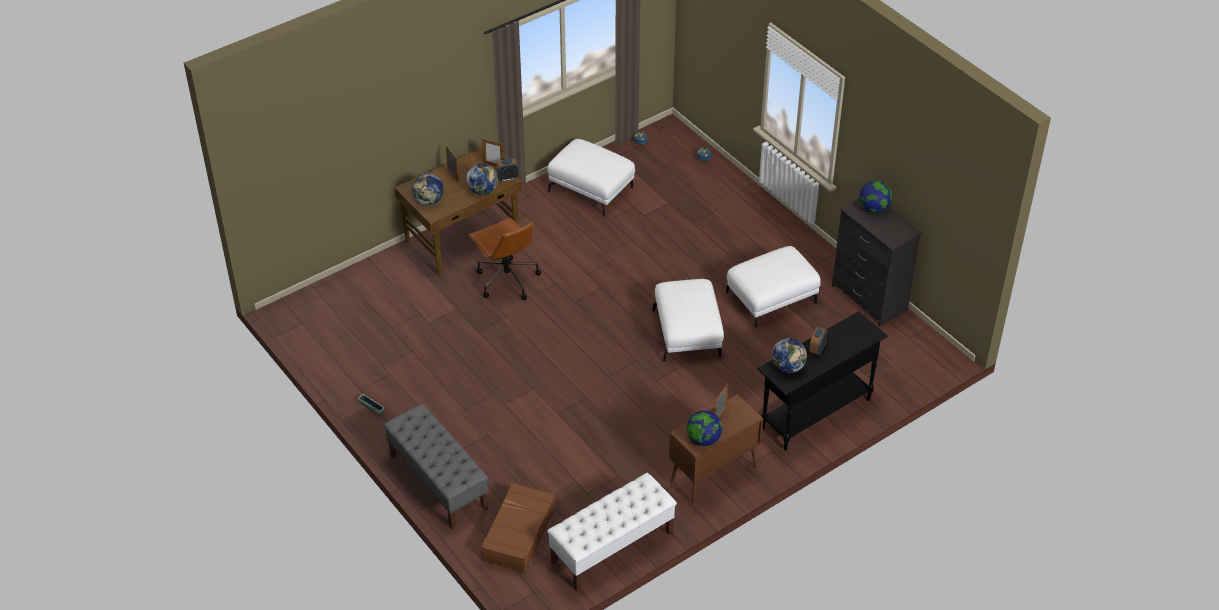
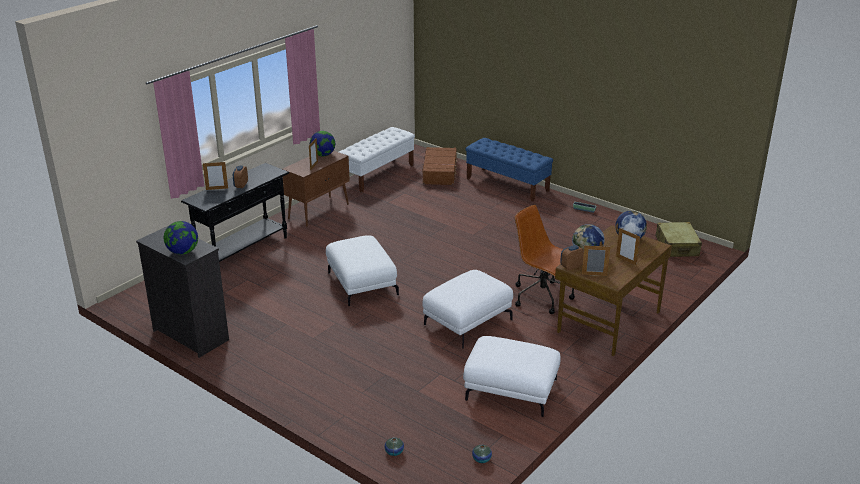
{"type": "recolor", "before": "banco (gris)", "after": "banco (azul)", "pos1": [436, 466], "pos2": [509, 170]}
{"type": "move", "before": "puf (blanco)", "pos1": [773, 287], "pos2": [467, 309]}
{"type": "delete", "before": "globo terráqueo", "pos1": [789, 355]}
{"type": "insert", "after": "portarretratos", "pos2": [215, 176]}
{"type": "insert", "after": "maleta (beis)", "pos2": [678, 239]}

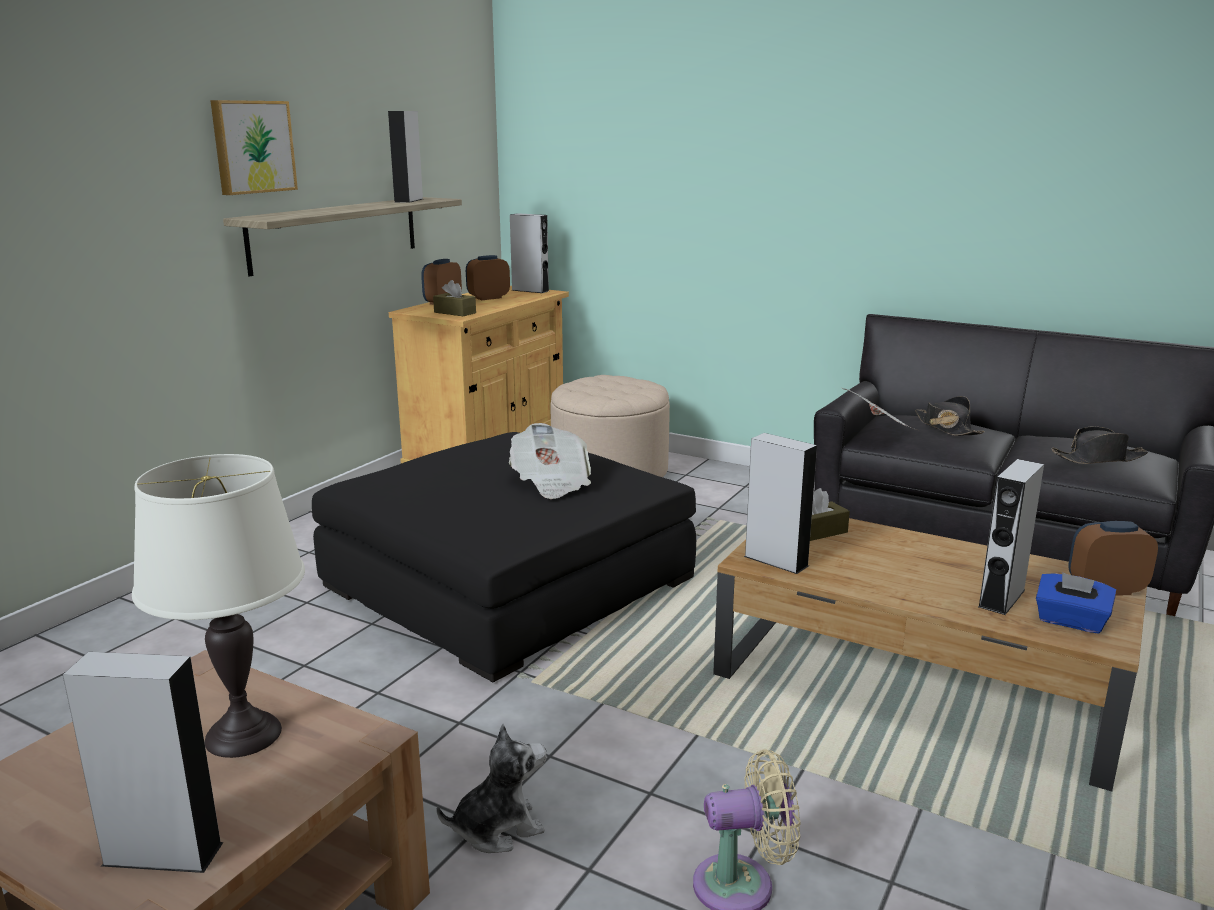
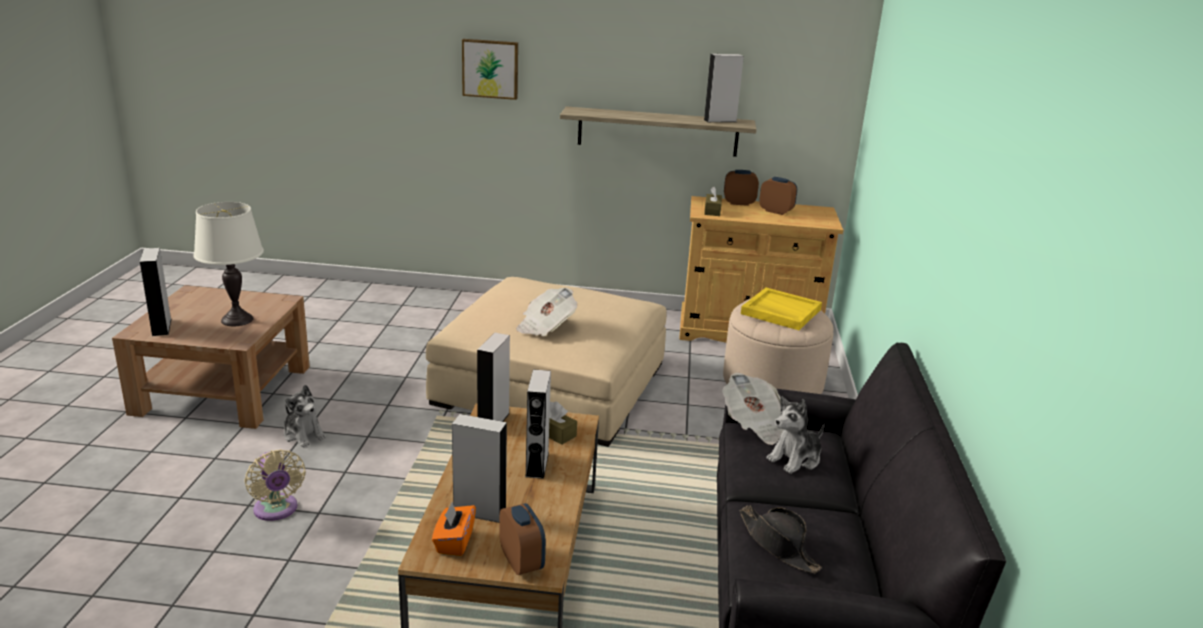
{"type": "move", "before": "cuadro", "pos1": [254, 147], "pos2": [490, 69]}
{"type": "recolor", "before": "puf (negro)", "after": "puf (beis)", "pos1": [504, 557], "pos2": [546, 362]}
{"type": "move", "before": "altavoz (gris)", "pos1": [529, 253], "pos2": [538, 424]}
{"type": "replace", "before": "sombrero (negro)", "after": "peluche", "pos1": [949, 416], "pos2": [796, 435]}
{"type": "recolor", "before": "caja de pañuelos (azul)", "after": "caja de pañuelos (naranja)", "pos1": [1076, 603], "pos2": [454, 529]}
{"type": "insert", "after": "bandeja (amarillo)", "pos2": [781, 309]}

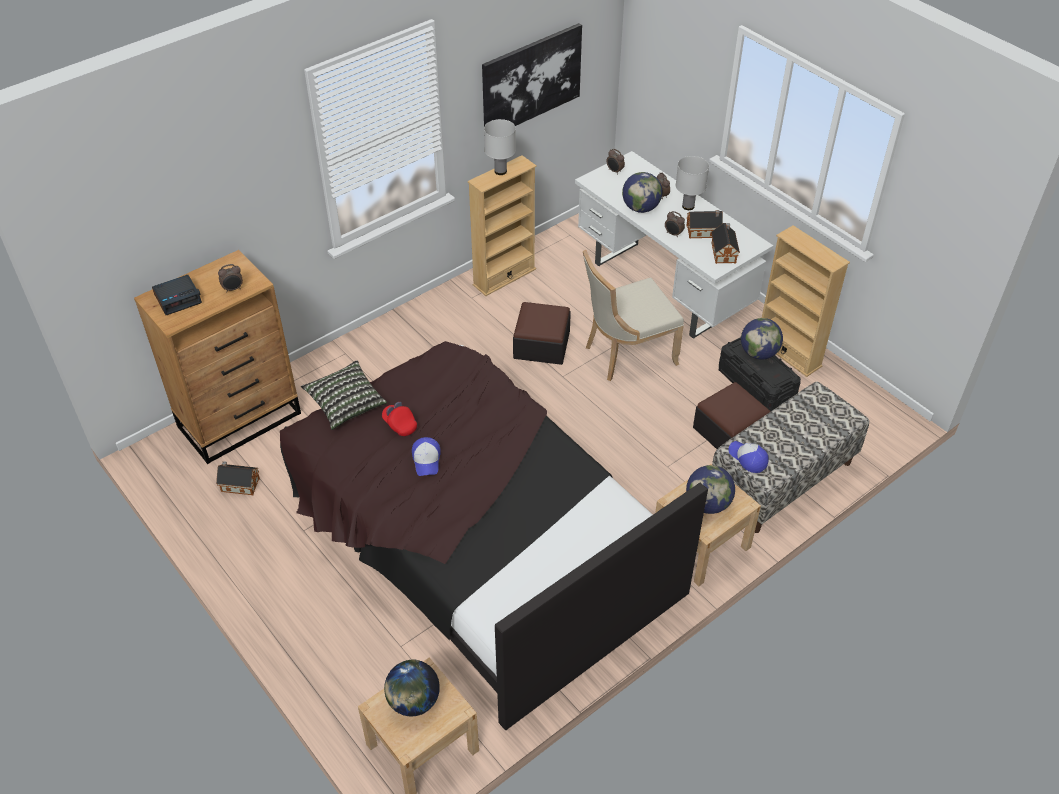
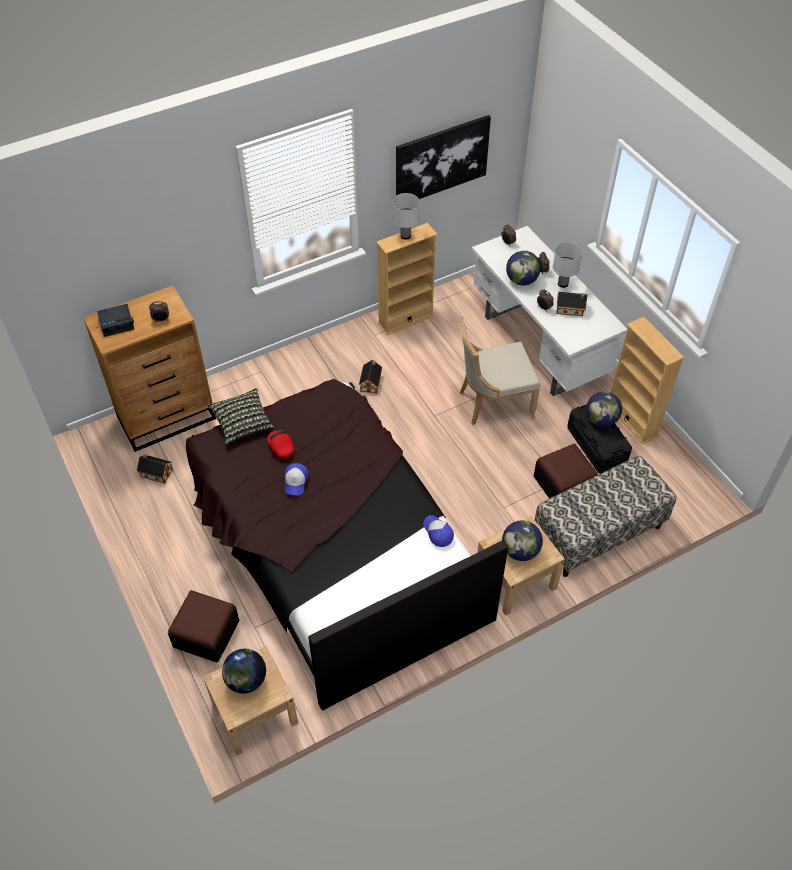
{"type": "move", "before": "puf", "pos1": [542, 333], "pos2": [203, 626]}
{"type": "move", "before": "casita", "pos1": [725, 243], "pos2": [370, 377]}
{"type": "move", "before": "gorra", "pos1": [748, 457], "pos2": [438, 531]}

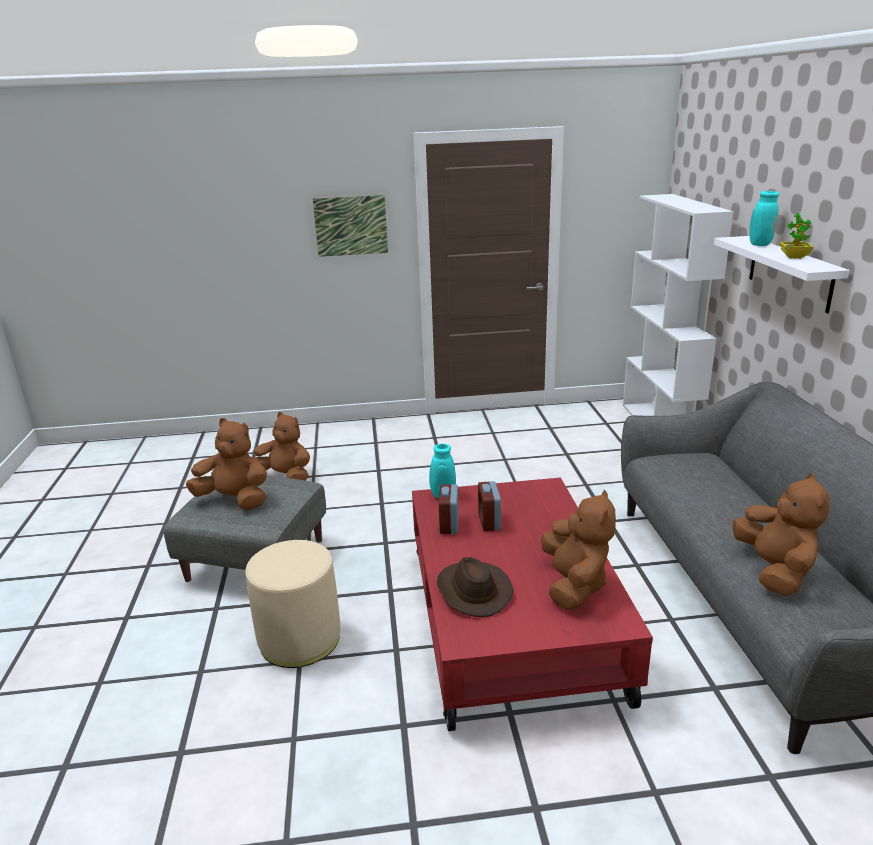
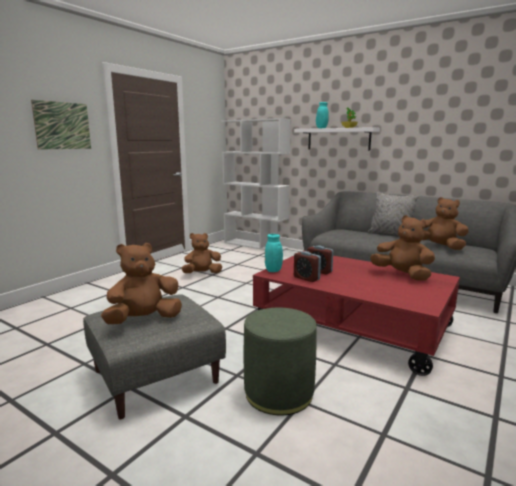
{"type": "recolor", "before": "puf (beis)", "after": "puf (verde)", "pos1": [293, 604], "pos2": [280, 362]}
{"type": "move", "before": "peluche (marrón)", "pos1": [282, 446], "pos2": [201, 253]}
{"type": "delete", "before": "sombrero (marrón)", "pos1": [475, 587]}
{"type": "insert", "after": "cojín (gris)", "pos2": [393, 213]}

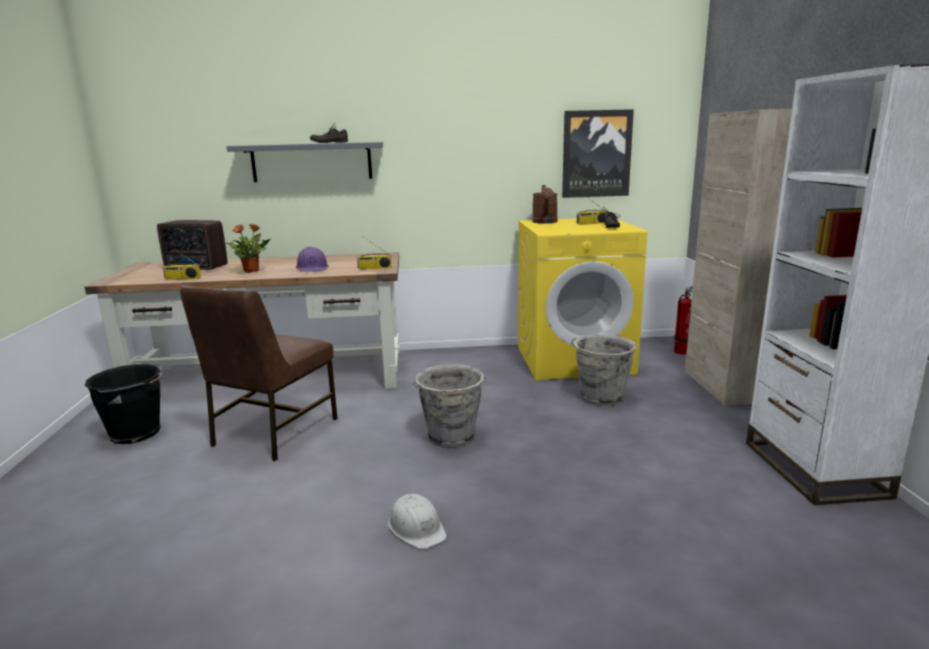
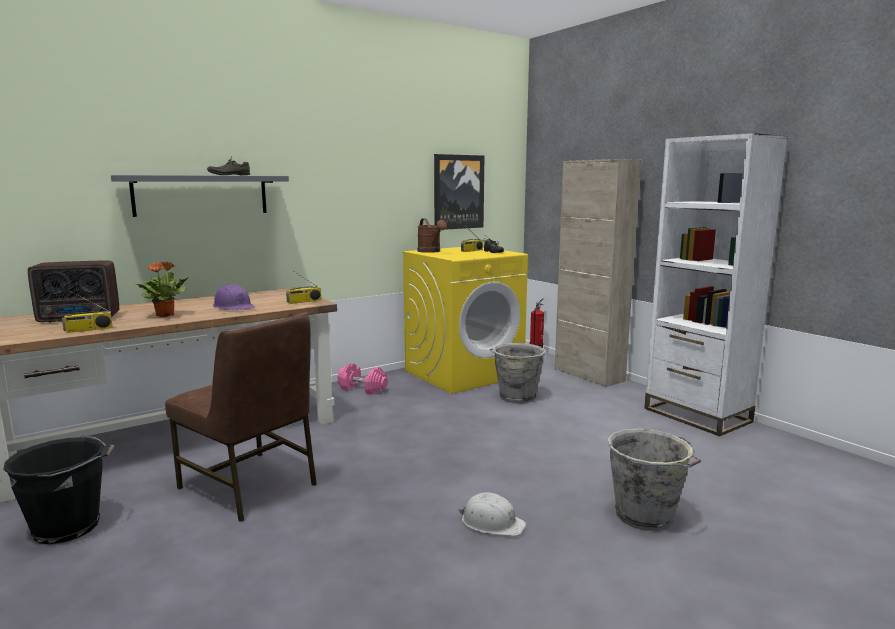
{"type": "rotate", "before": "silla (marrón)", "pos1": [259, 373], "pos2": [241, 417], "turn": -45}
{"type": "move", "before": "cubo (gris)", "pos1": [450, 406], "pos2": [654, 479]}
{"type": "insert", "after": "mancuerna (rosa)", "pos2": [363, 379]}

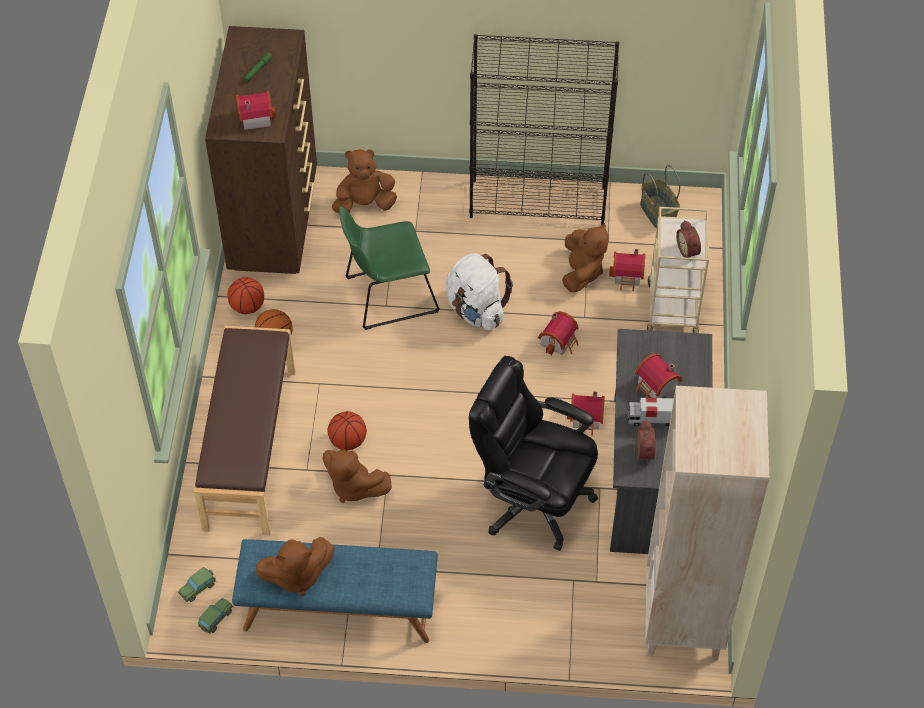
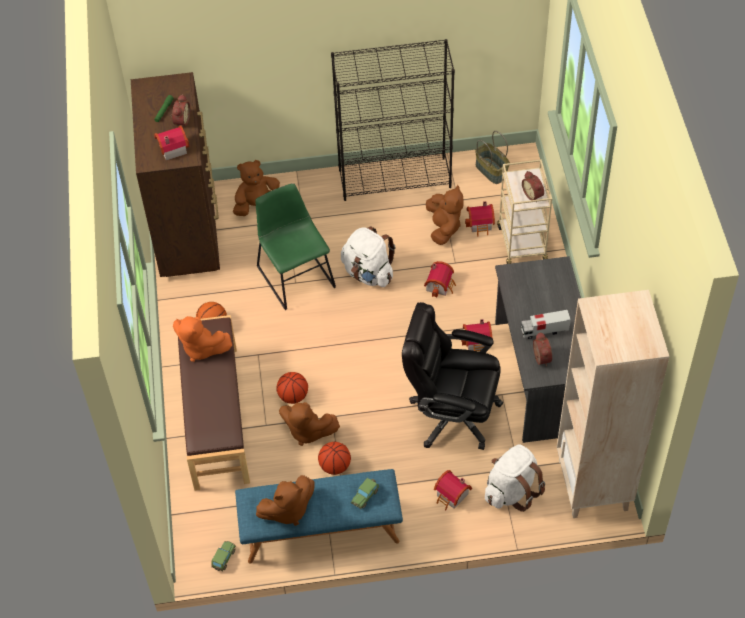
{"type": "move", "before": "coche de juguete", "pos1": [197, 584], "pos2": [365, 493]}
{"type": "move", "before": "balón de baloncesto", "pos1": [246, 295], "pos2": [334, 458]}
{"type": "rotate", "before": "silla (verde)", "pos1": [389, 268], "pos2": [295, 246], "turn": 90}
{"type": "move", "before": "casita", "pos1": [658, 375], "pos2": [453, 490]}
{"type": "insert", "after": "despertador", "pos2": [180, 110]}
{"type": "insert", "after": "peluche (naranja)", "pos2": [202, 339]}
{"type": "insert", "after": "mochila (blanco)", "pos2": [515, 478]}

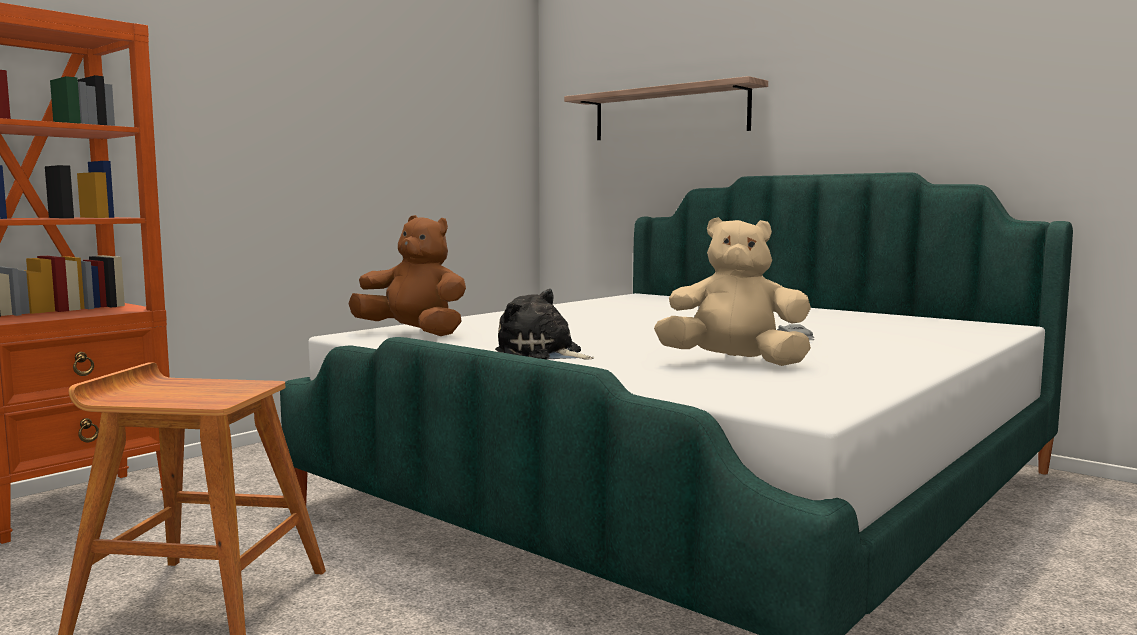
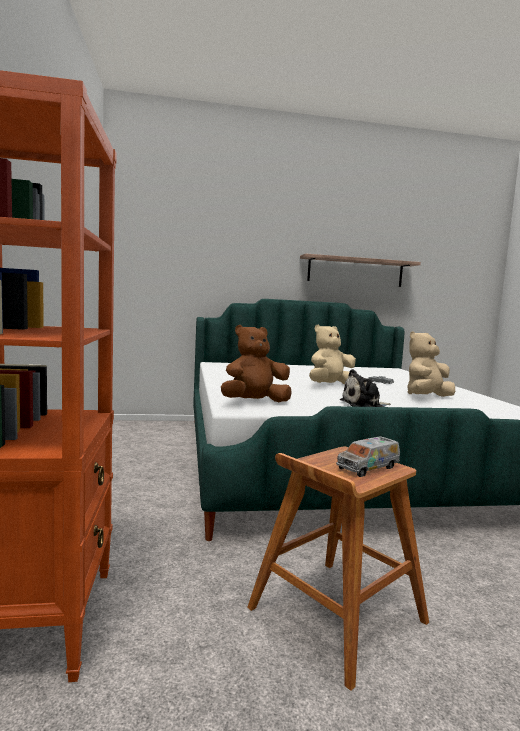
{"type": "move", "before": "estante", "pos1": [666, 108], "pos2": [360, 270]}
{"type": "insert", "after": "peluche (beis)", "pos2": [332, 355]}
{"type": "insert", "after": "camión de juguete", "pos2": [368, 456]}

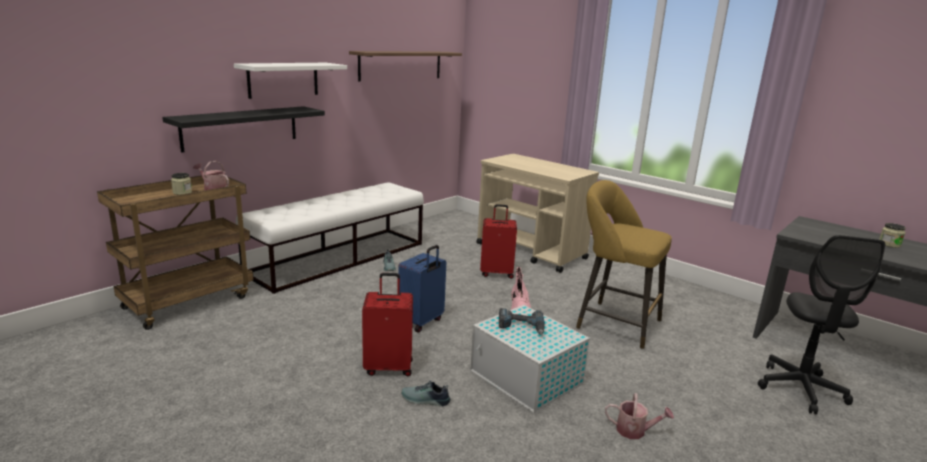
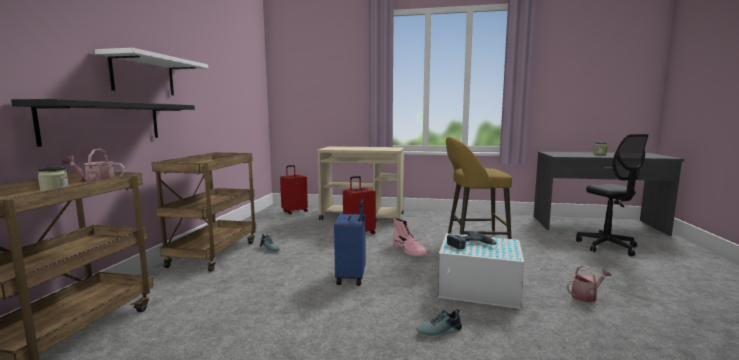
{"type": "replace", "before": "banco (blanco)", "after": "carrito (marrón)", "pos1": [330, 238], "pos2": [204, 212]}
{"type": "delete", "before": "estante", "pos1": [405, 66]}
{"type": "move", "before": "maleta (rojo)", "pos1": [387, 324], "pos2": [294, 189]}

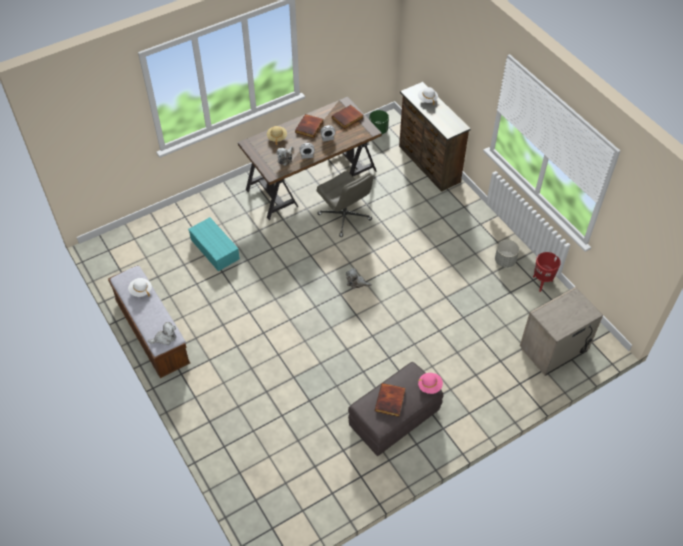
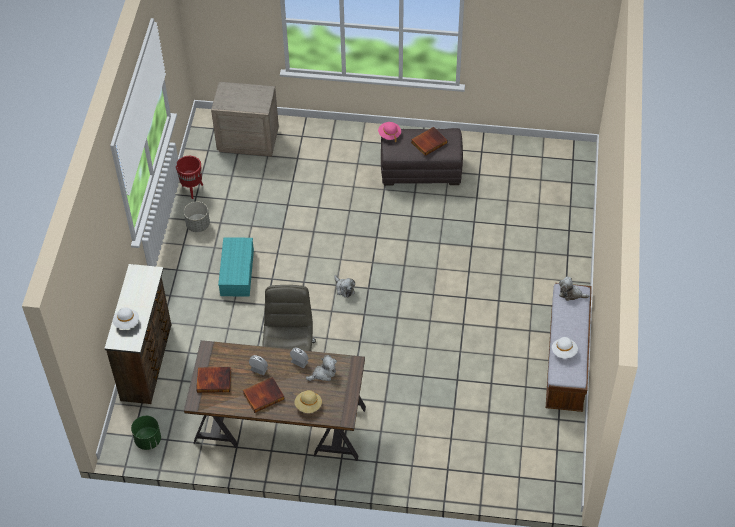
{"type": "move", "before": "caja de almacenaje (turquesa)", "pos1": [214, 244], "pos2": [236, 267]}

